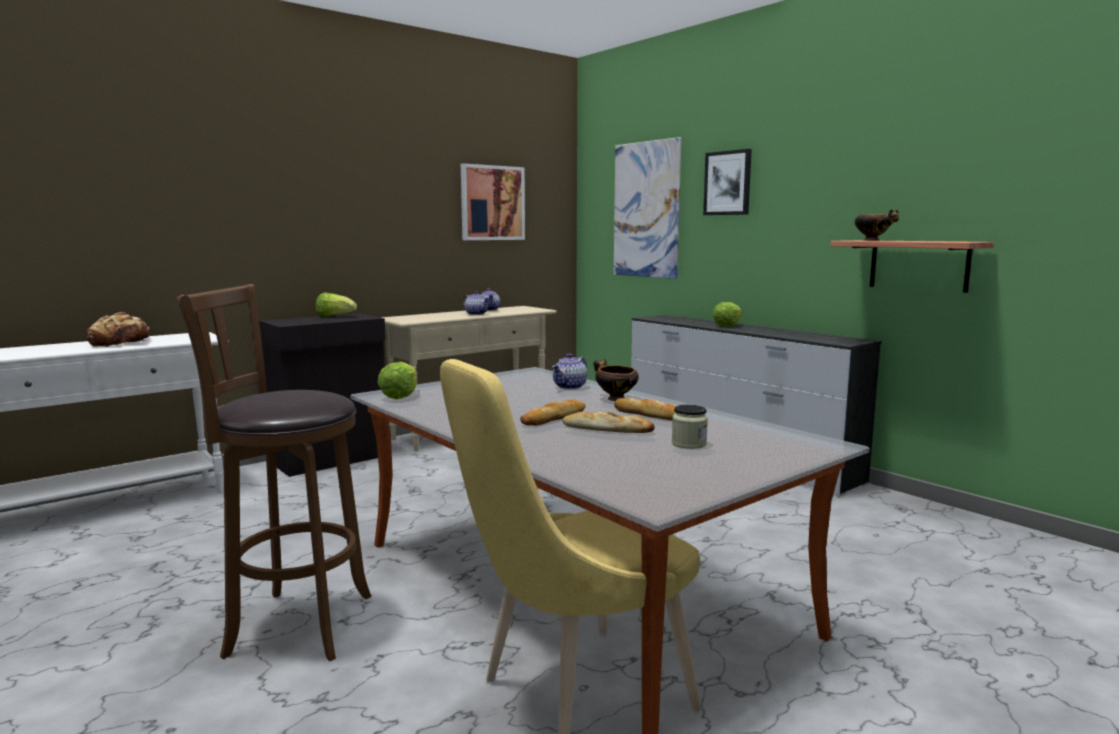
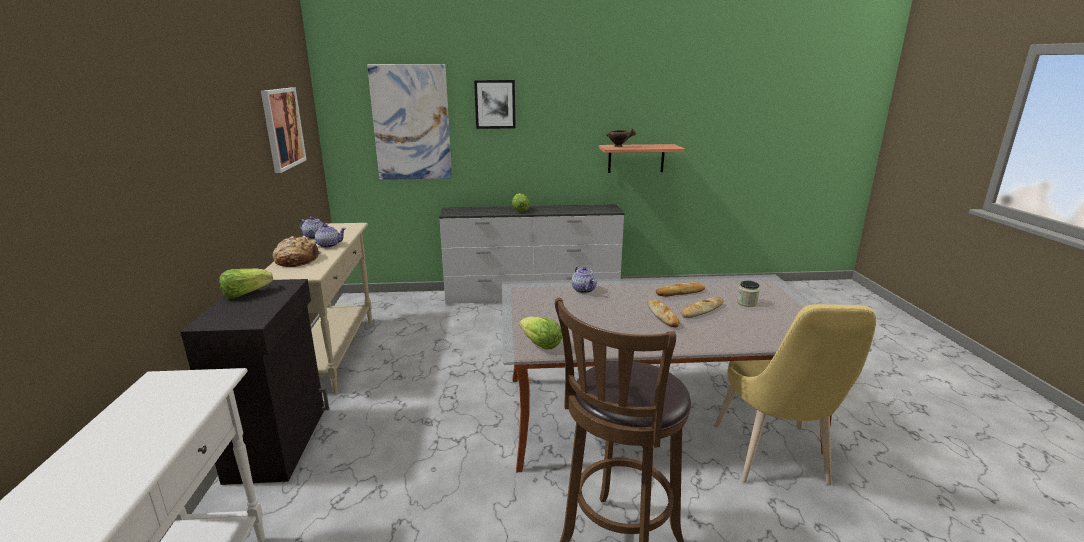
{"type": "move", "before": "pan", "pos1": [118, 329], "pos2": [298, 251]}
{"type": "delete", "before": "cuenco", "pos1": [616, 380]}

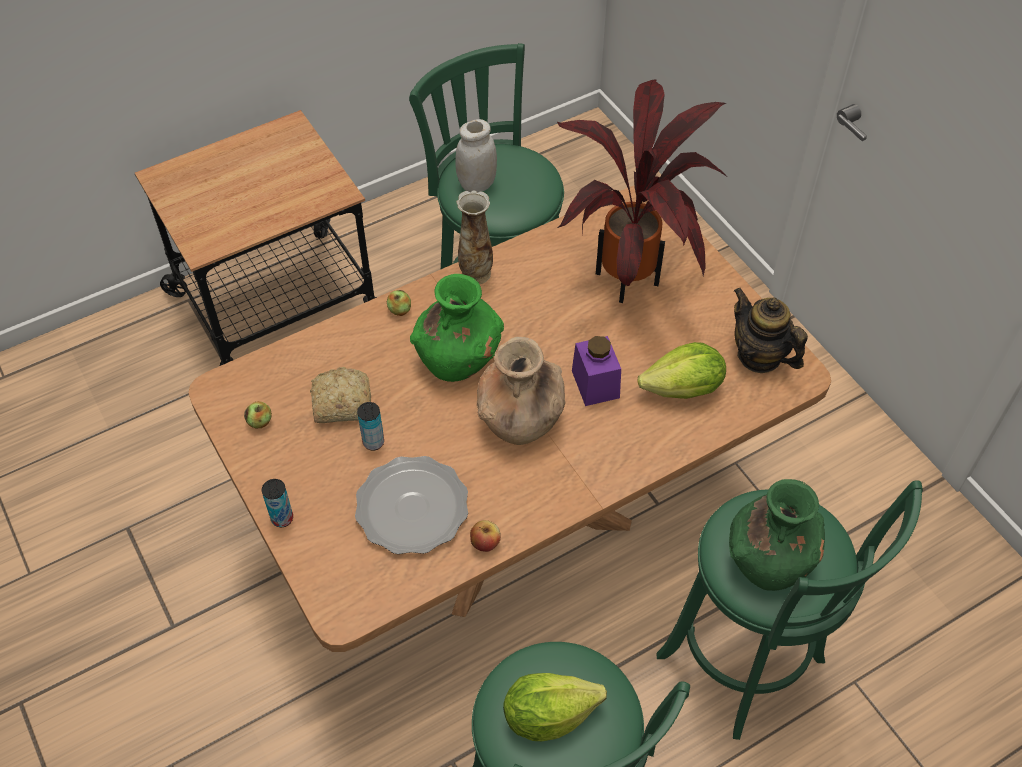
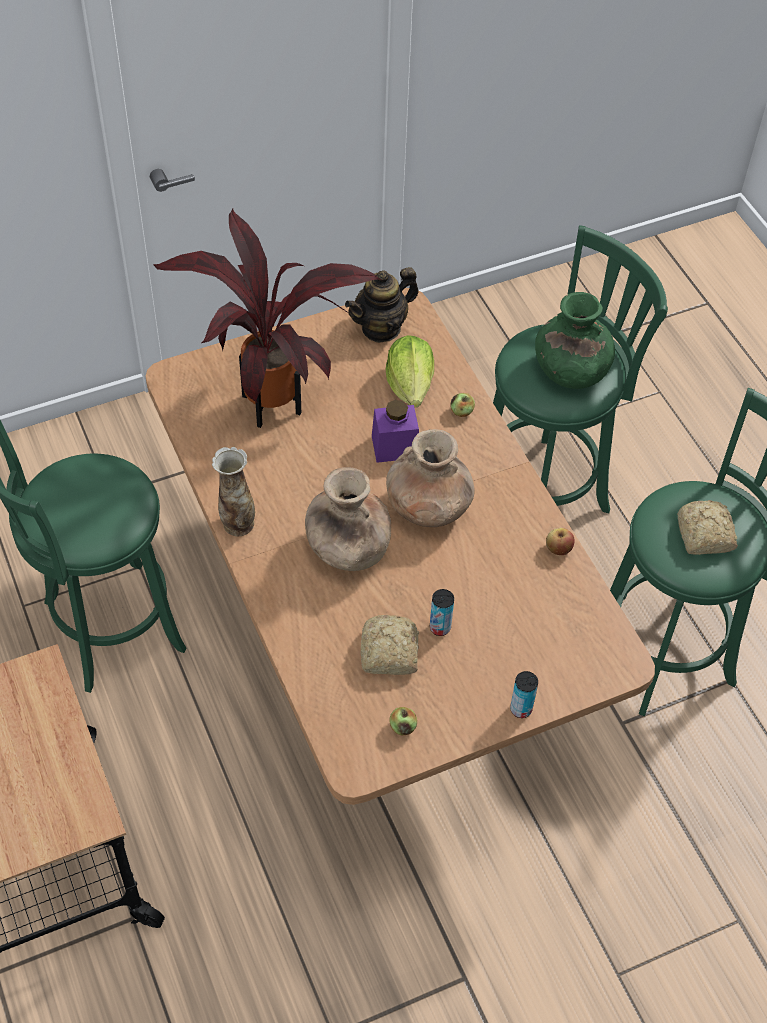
{"type": "delete", "before": "plato", "pos1": [411, 505]}
{"type": "move", "before": "manzana", "pos1": [399, 303], "pos2": [462, 405]}
{"type": "recolor", "before": "florero (verde)", "after": "florero (marrón)", "pos1": [457, 328], "pos2": [348, 519]}
{"type": "delete", "before": "tarro (blanco)", "pos1": [476, 155]}
{"type": "replace", "before": "lechuga", "after": "pan", "pos1": [555, 707], "pos2": [707, 527]}

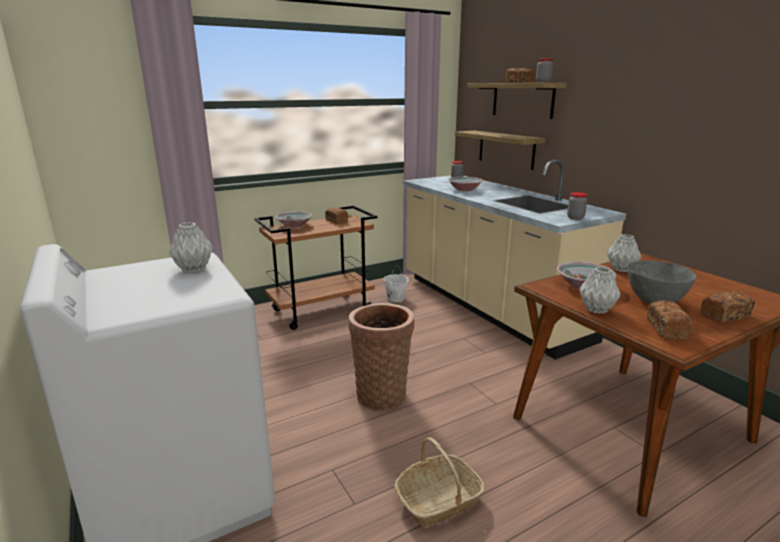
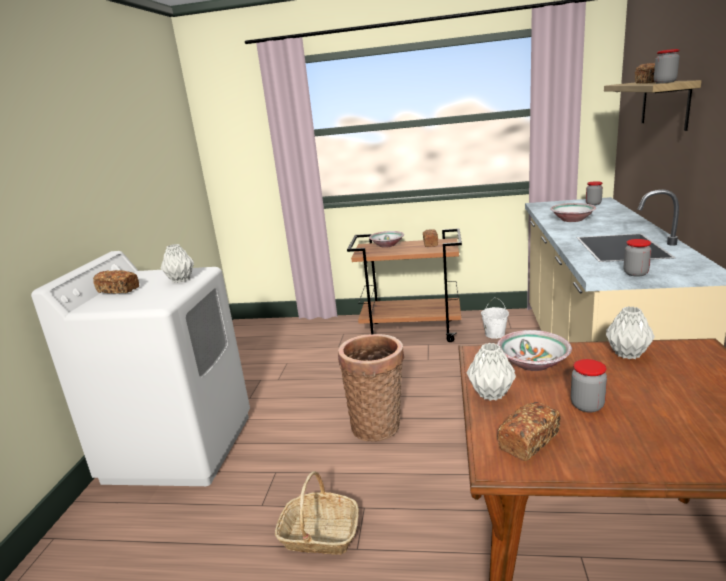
{"type": "delete", "before": "estante", "pos1": [500, 150]}
{"type": "replace", "before": "cuenco (gris)", "after": "tarro", "pos1": [661, 282], "pos2": [589, 386]}
{"type": "move", "before": "pan", "pos1": [728, 307], "pos2": [116, 282]}

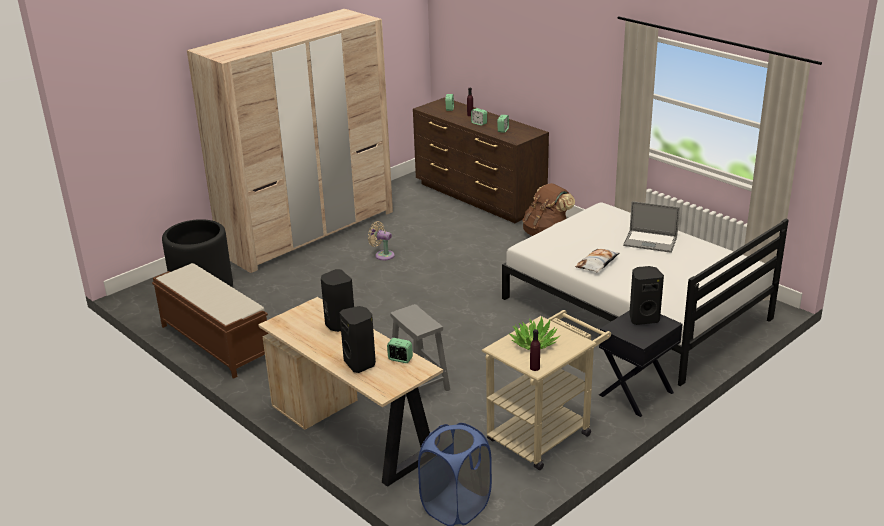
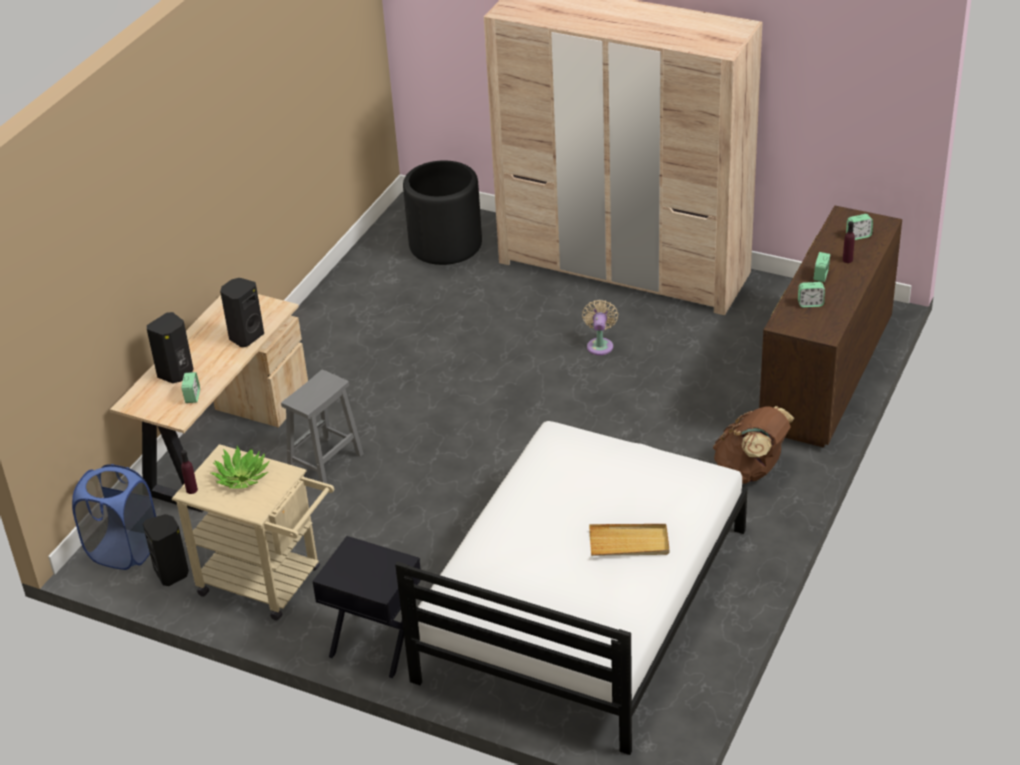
{"type": "delete", "before": "banco (marrón)", "pos1": [210, 321]}
{"type": "delete", "before": "cojín", "pos1": [597, 260]}
{"type": "replace", "before": "portátil", "after": "bandeja (beis)", "pos1": [651, 227], "pos2": [629, 540]}
{"type": "move", "before": "altavoz (negro)", "pos1": [646, 295], "pos2": [166, 550]}

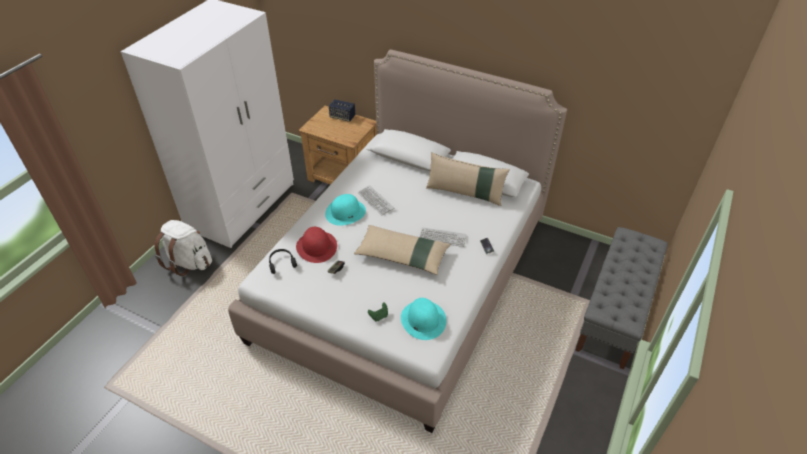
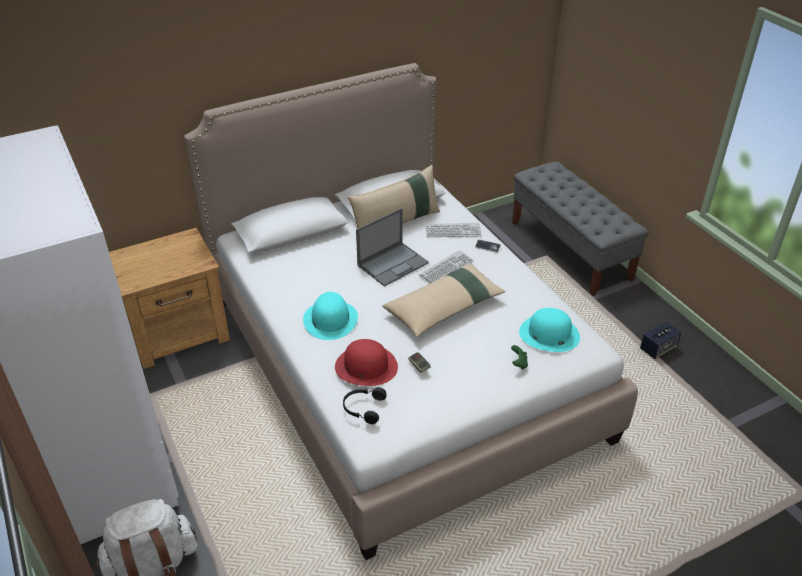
{"type": "move", "before": "altavoz", "pos1": [342, 110], "pos2": [660, 340]}
{"type": "move", "before": "teclado", "pos1": [376, 200], "pos2": [453, 230]}
{"type": "insert", "after": "portátil", "pos2": [392, 247]}

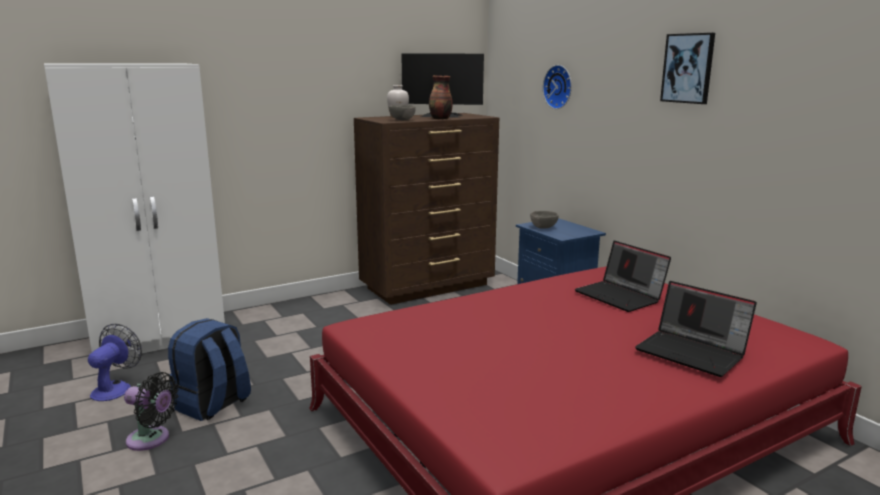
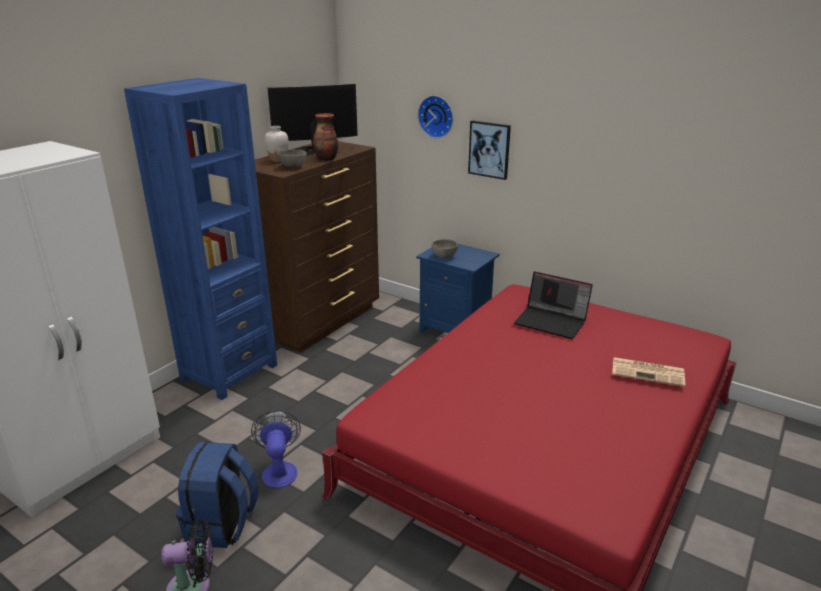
{"type": "move", "before": "ventilador", "pos1": [115, 362], "pos2": [276, 449]}
{"type": "replace", "before": "portátil", "after": "periódico", "pos1": [696, 329], "pos2": [648, 372]}
{"type": "move", "before": "cuadro", "pos1": [687, 68], "pos2": [489, 150]}
{"type": "insert", "after": "estantería (azul)", "pos2": [200, 239]}

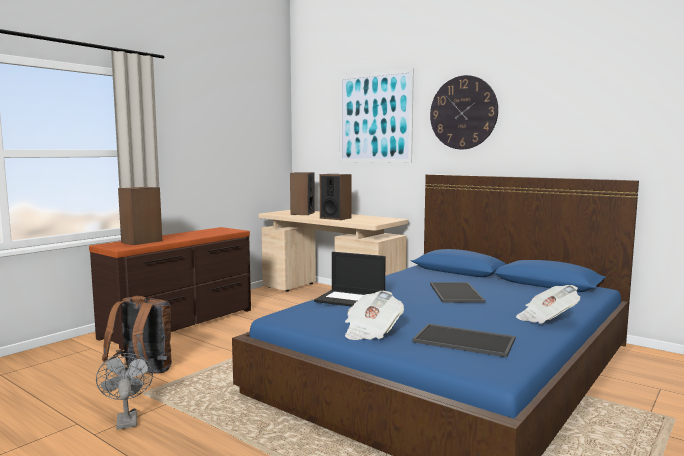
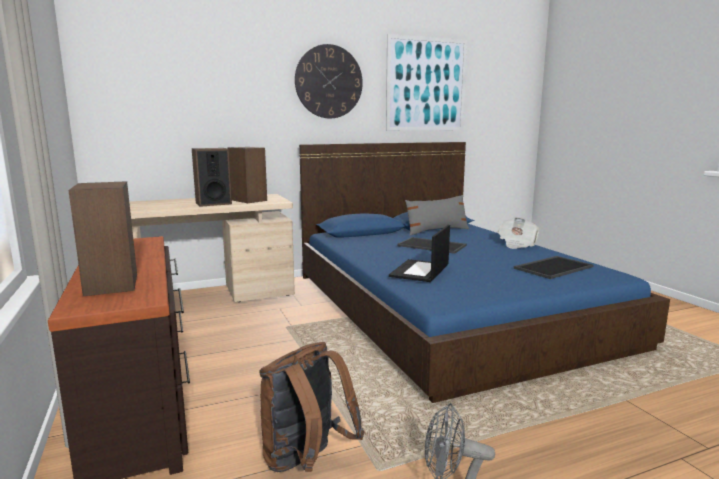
{"type": "move", "before": "altavoz", "pos1": [302, 193], "pos2": [247, 175]}
{"type": "rotate", "before": "portátil", "pos1": [350, 279], "pos2": [419, 253], "turn": 150}
{"type": "move", "before": "cuadro", "pos1": [376, 116], "pos2": [426, 82]}
{"type": "delete", "before": "periódico", "pos1": [374, 315]}
{"type": "insert", "after": "cojín (gris)", "pos2": [437, 215]}

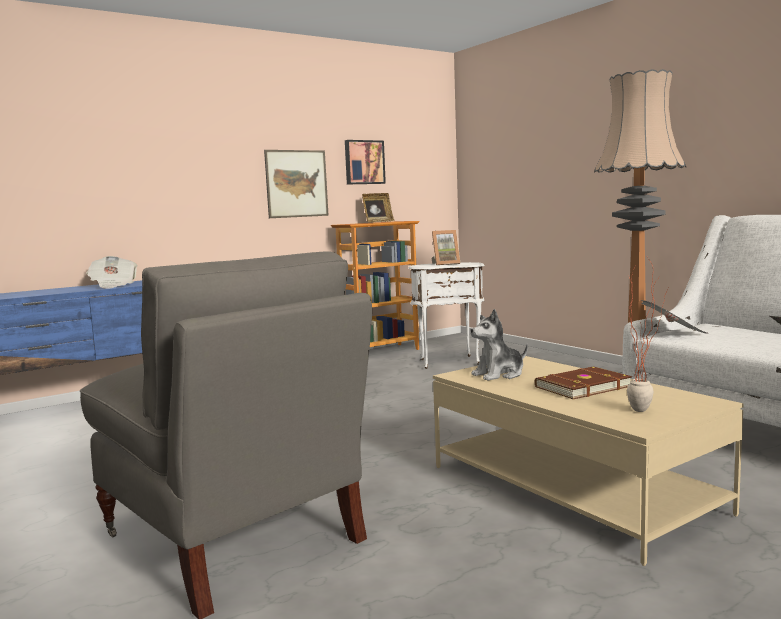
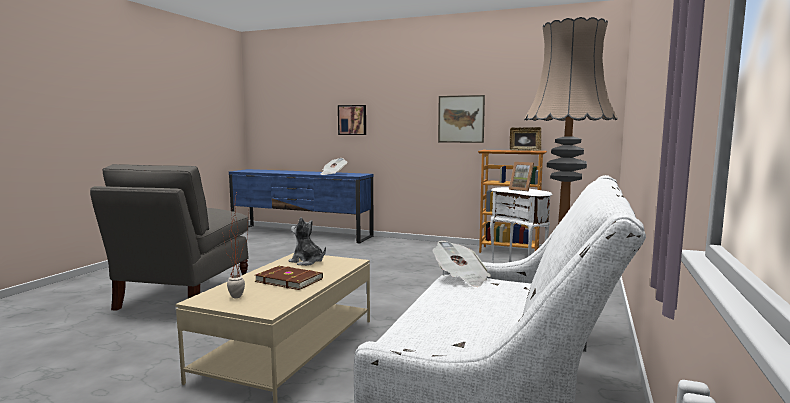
{"type": "move", "before": "cuadro", "pos1": [365, 162], "pos2": [352, 120]}

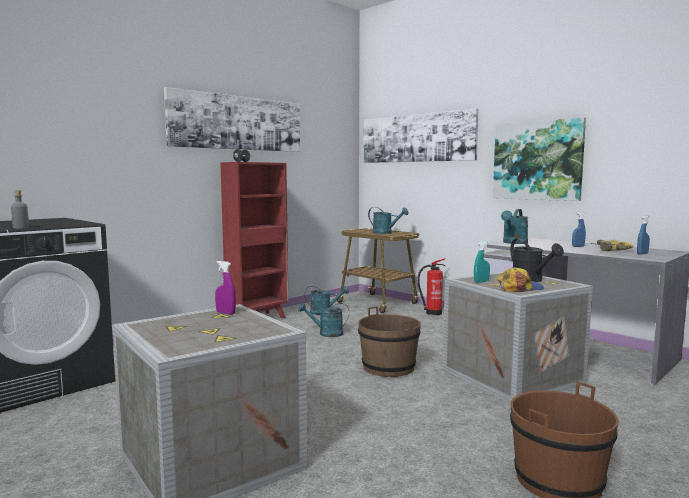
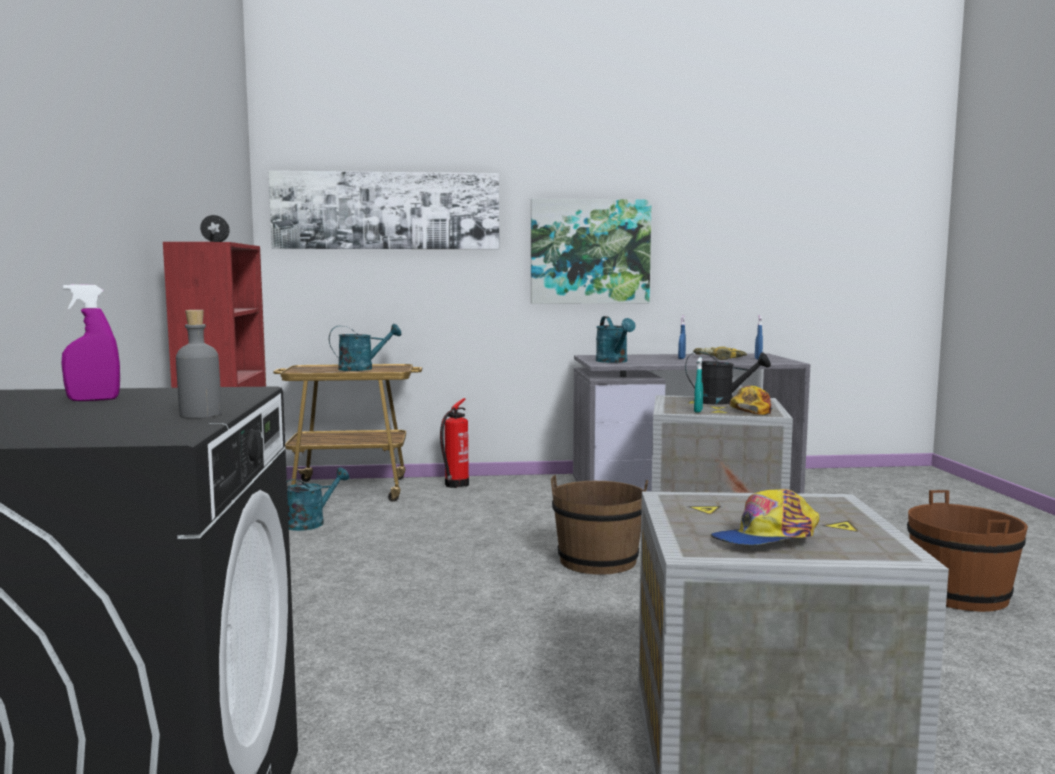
{"type": "delete", "before": "cuadro", "pos1": [232, 119]}
{"type": "move", "before": "pulverizador (morado)", "pos1": [225, 288], "pos2": [90, 342]}
{"type": "delete", "before": "regadera (turquesa)", "pos1": [323, 320]}
{"type": "insert", "after": "gorra", "pos2": [765, 517]}

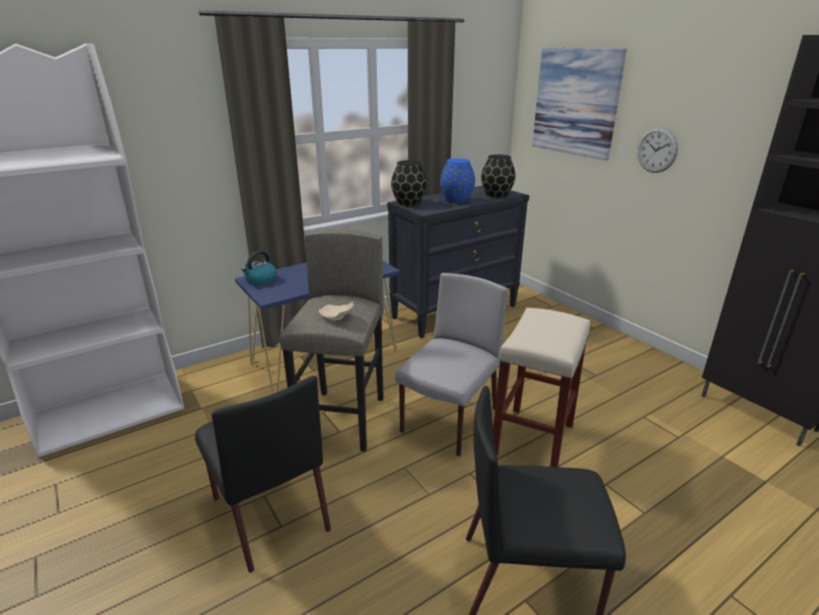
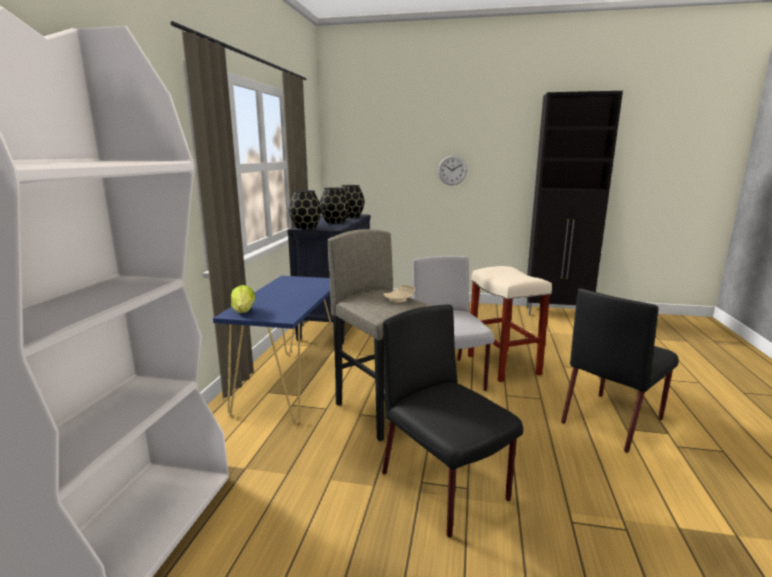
{"type": "rotate", "before": "silla (negro)", "pos1": [263, 474], "pos2": [452, 420], "turn": -135}
{"type": "replace", "before": "hervidor", "after": "lechuga", "pos1": [258, 268], "pos2": [243, 299]}
{"type": "recolor", "before": "florero (azul)", "after": "florero (negro)", "pos1": [457, 180], "pos2": [334, 205]}
{"type": "delete", "before": "cuadro", "pos1": [579, 104]}

